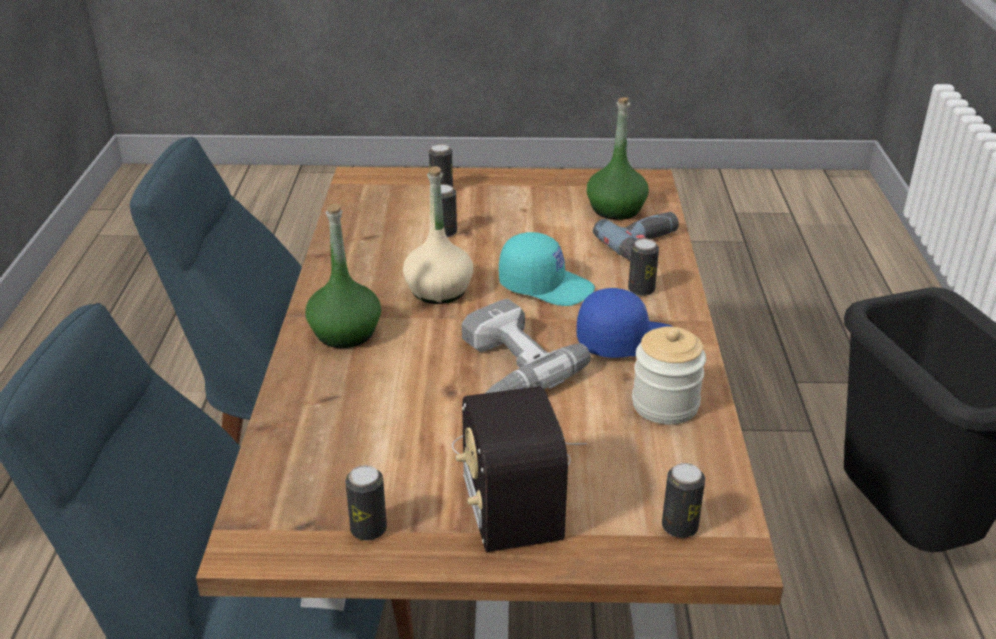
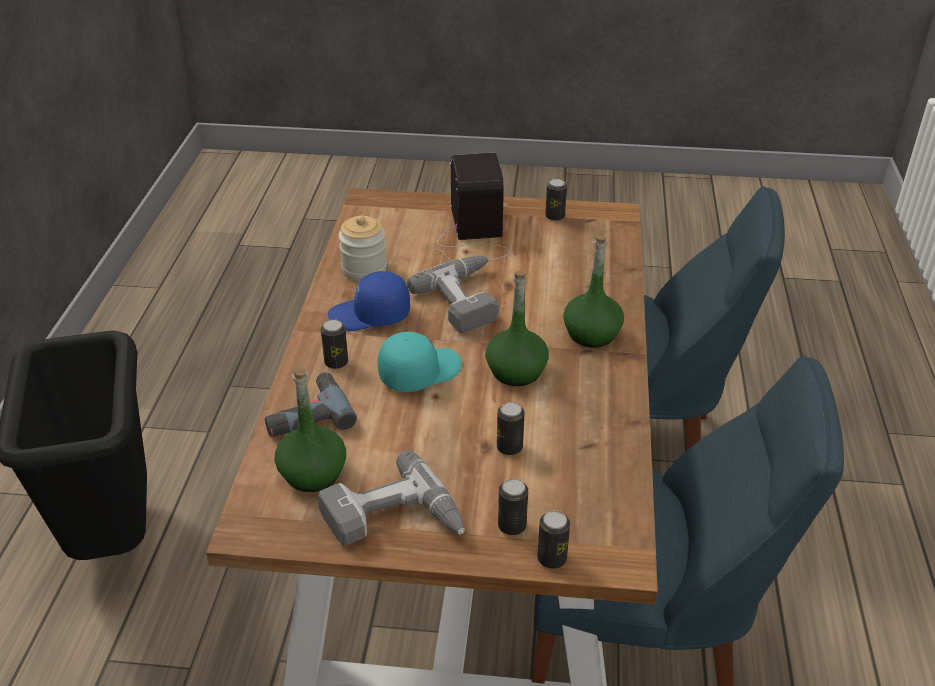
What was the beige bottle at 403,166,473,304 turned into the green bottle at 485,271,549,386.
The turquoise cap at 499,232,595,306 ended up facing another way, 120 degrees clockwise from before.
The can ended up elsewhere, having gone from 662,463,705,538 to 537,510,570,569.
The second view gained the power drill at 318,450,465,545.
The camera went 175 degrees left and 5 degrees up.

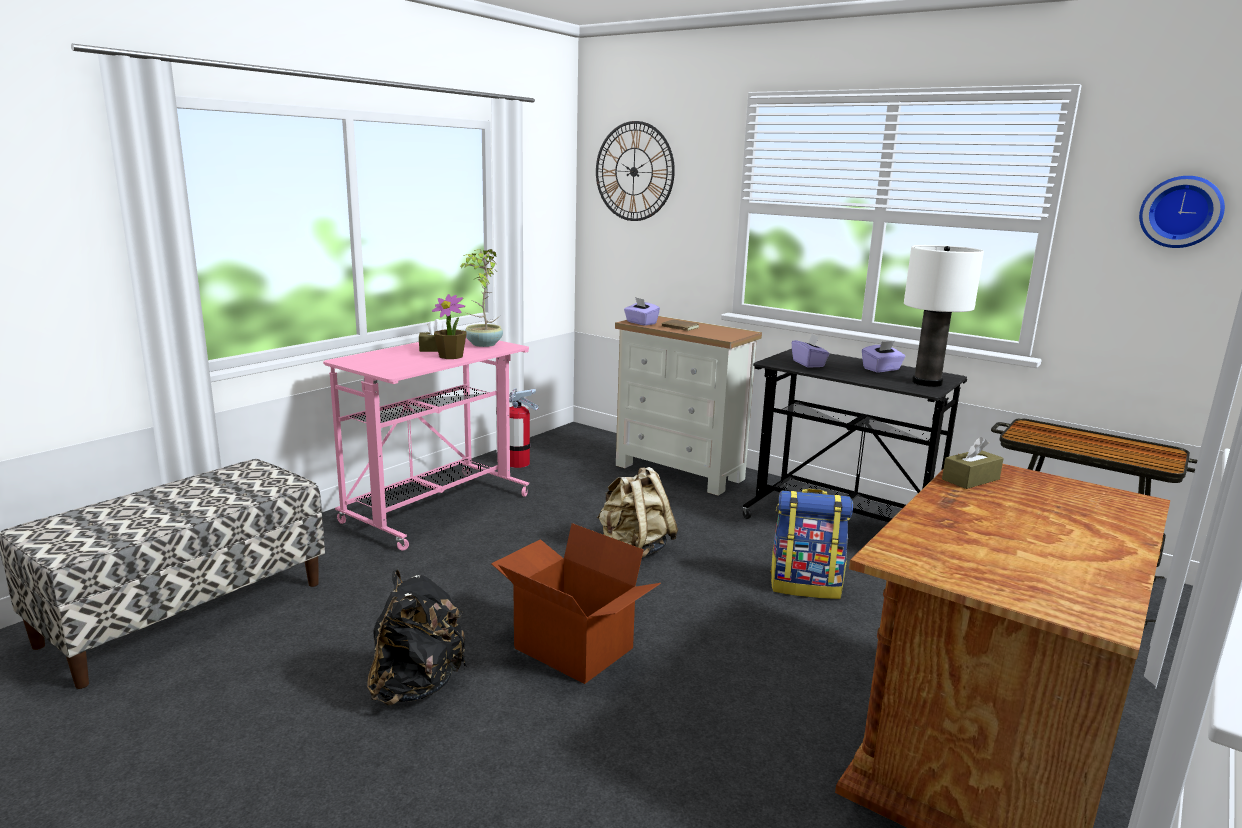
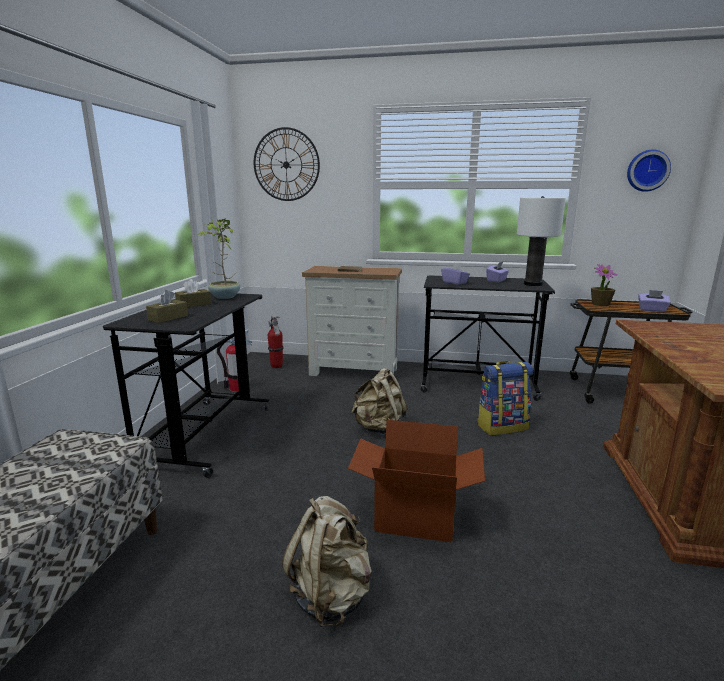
What was the pink desk at 323,338,529,550 turned into the black desk at 103,293,269,478.
What was the black backpack at 367,570,467,705 turned into the beige backpack at 282,496,372,627.
The potted plant ended up elsewhere, having gone from 432,294,467,359 to 591,264,617,306.
The purple tissue box ended up elsewhere, having gone from 624,297,660,326 to 638,290,671,312.
The brown tissue box ended up elsewhere, having gone from 942,437,1004,489 to 146,290,188,323.
The second view gained the fire extinguisher at 268,315,284,368.
The camera went 25 degrees left and 0 degrees up.

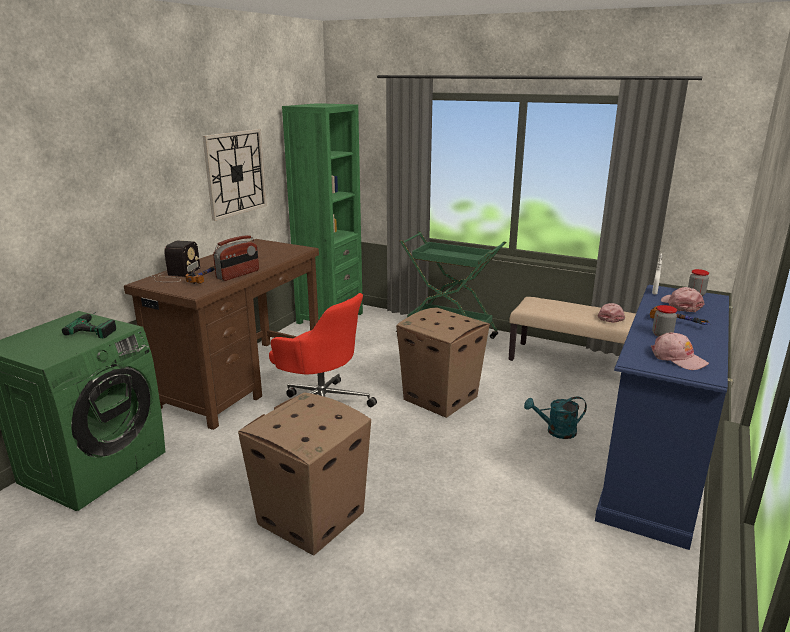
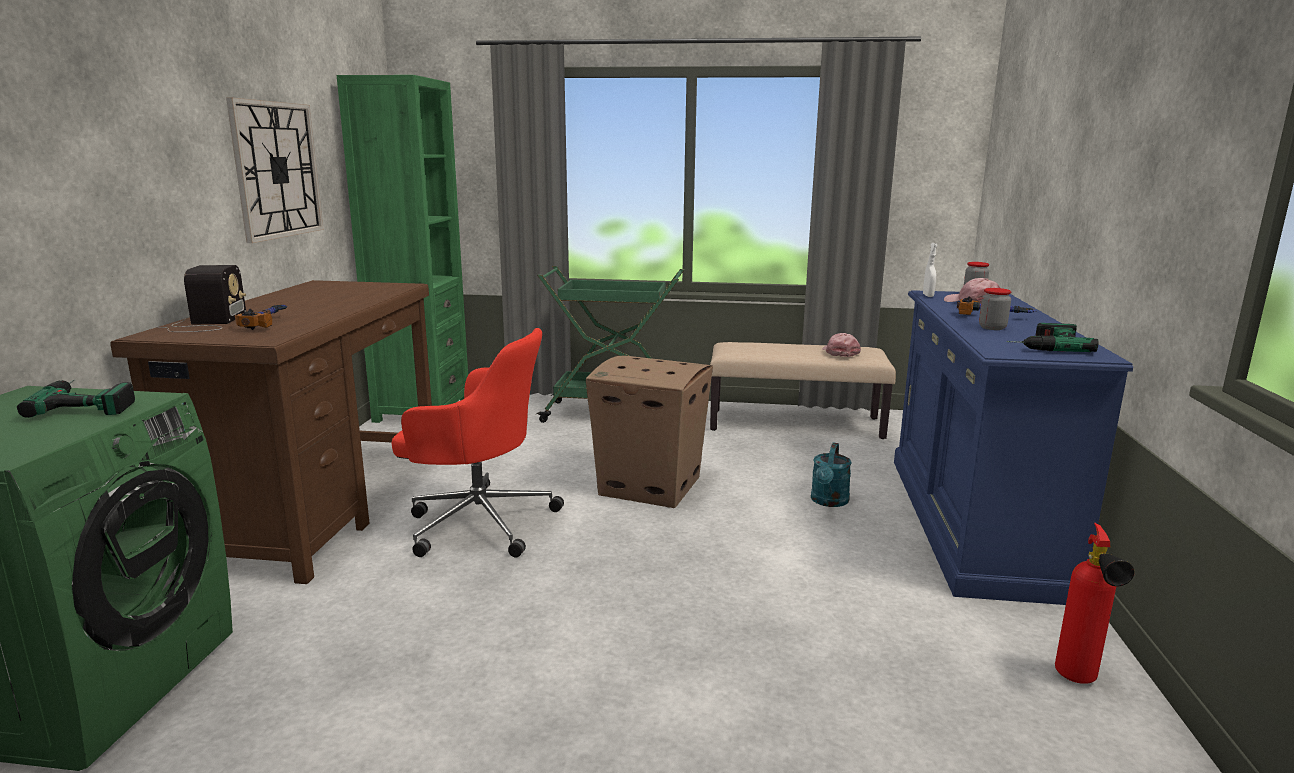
The second view lost the radio at 213,235,259,281.
The second view lost the cardboard box at 238,392,371,556.
The turquoise watering can at 524,397,587,439 ended up facing another way, 45 degrees counterclockwise from before.
Where the pink cap stood at 651,332,709,370, the power drill came to stand at 1006,323,1099,352.
The second view gained the fire extinguisher at 1055,523,1134,684.
The camera went 20 degrees left and 5 degrees down.

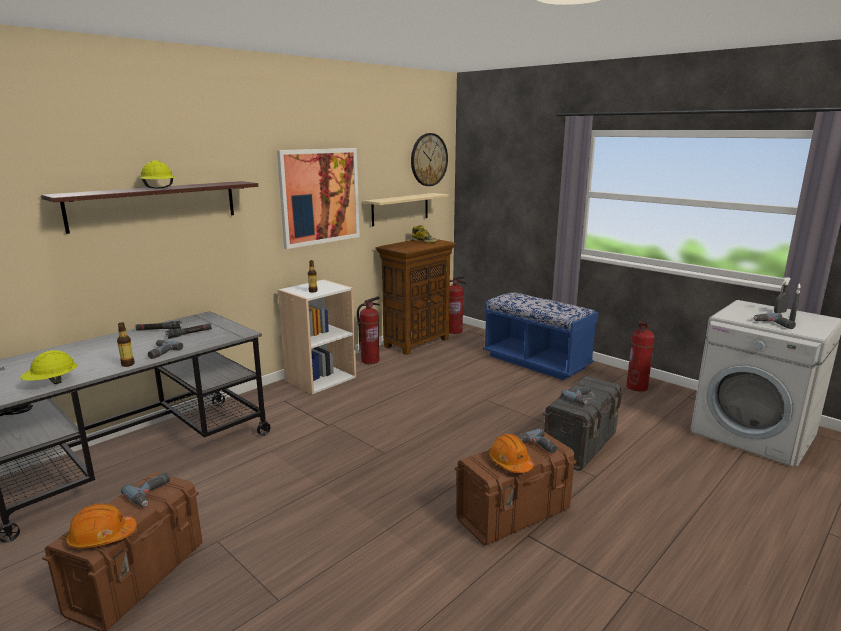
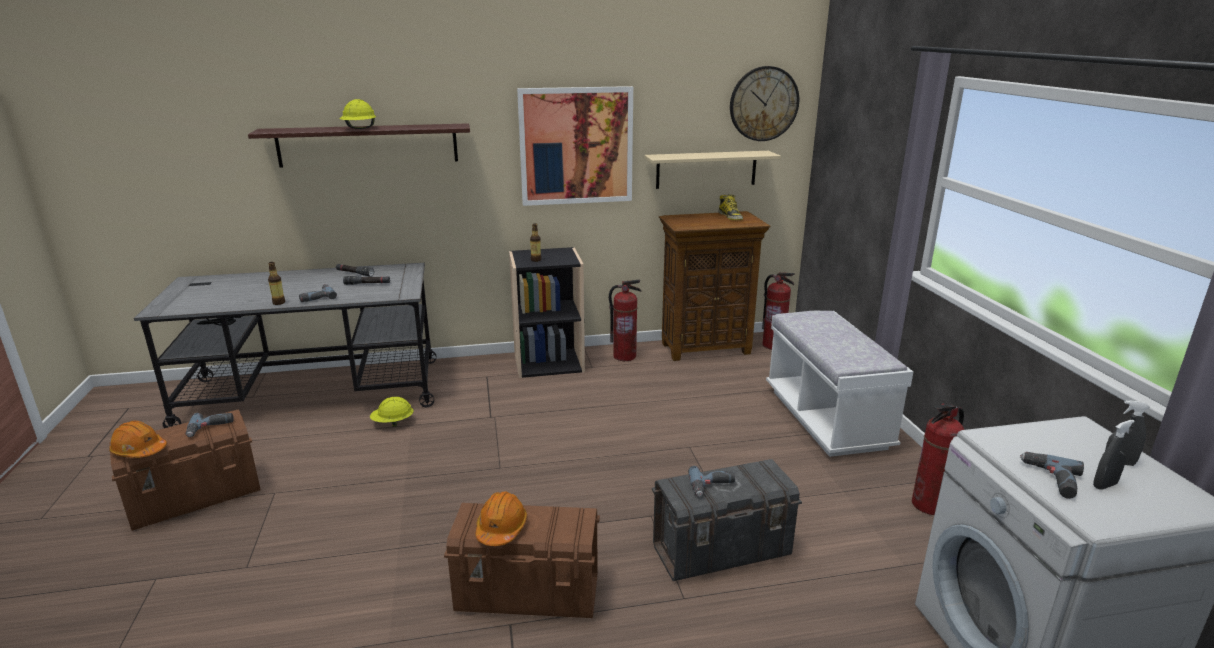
The yellow hard hat ended up elsewhere, having gone from 20,350,77,384 to 370,397,414,427.
What was the white bookcase at 278,280,356,394 turned into the black bookcase at 509,247,585,378.
What was the blue bench at 483,292,598,380 turned into the white bench at 766,311,913,457.
The second view lost the power drill at 518,428,557,453.
The camera went 35 degrees right and 5 degrees up.

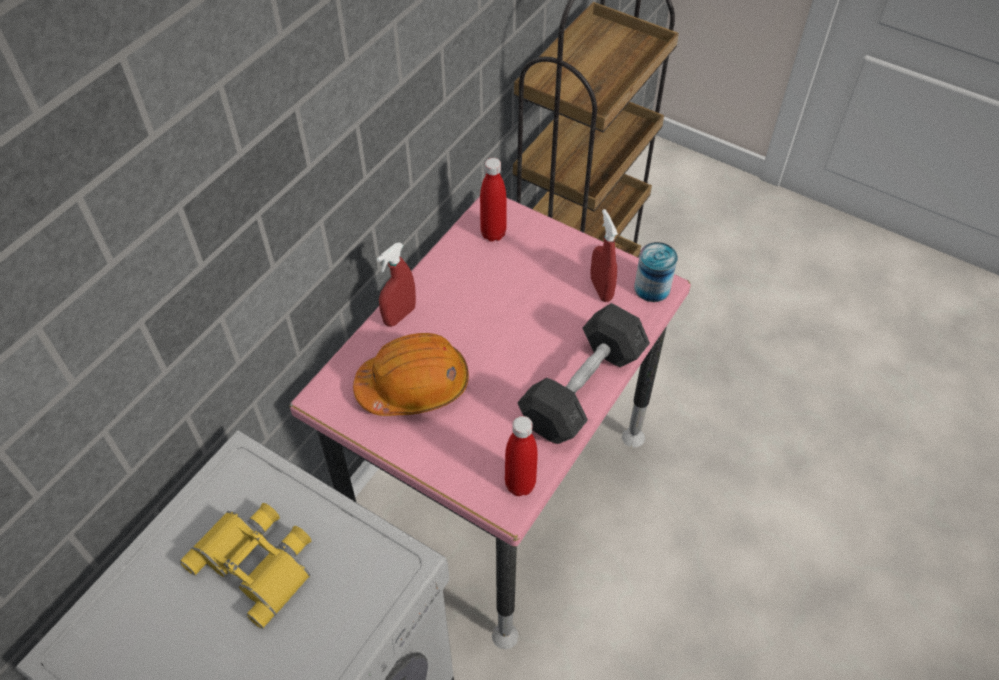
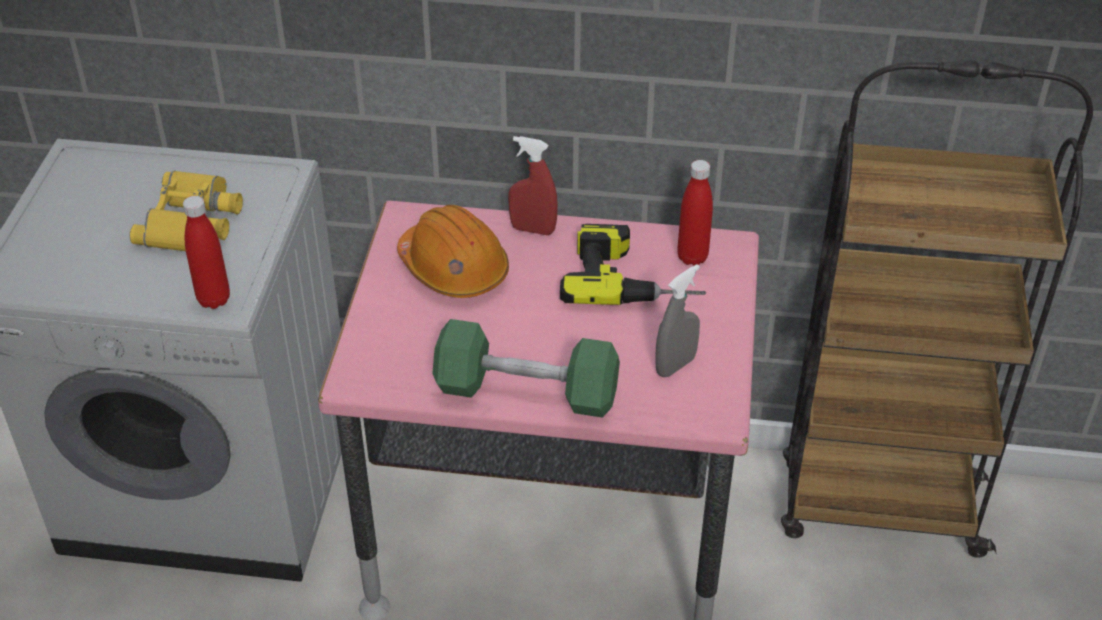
The red bottle ended up elsewhere, having gone from 505,416,538,496 to 183,196,230,309.
What was the grey dumbbell at 517,303,650,444 turned into the green dumbbell at 432,319,620,418.
What was the red spray bottle at 591,209,618,302 turned into the grey spray bottle at 655,264,700,377.
The second view lost the can at 634,242,678,302.
The second view gained the power drill at 560,224,706,305.
The camera went 65 degrees right and 10 degrees down.

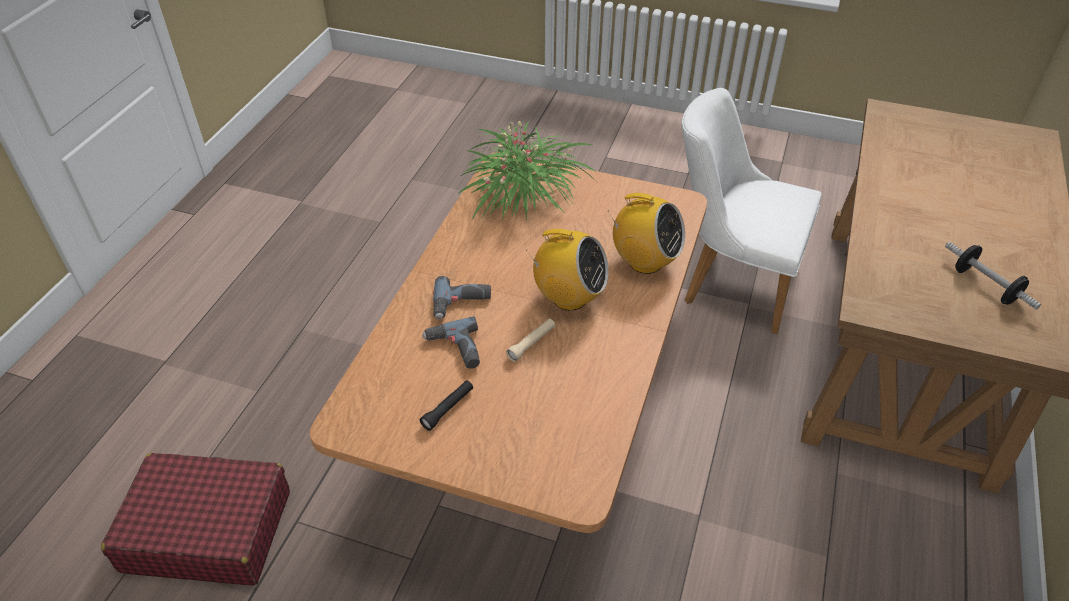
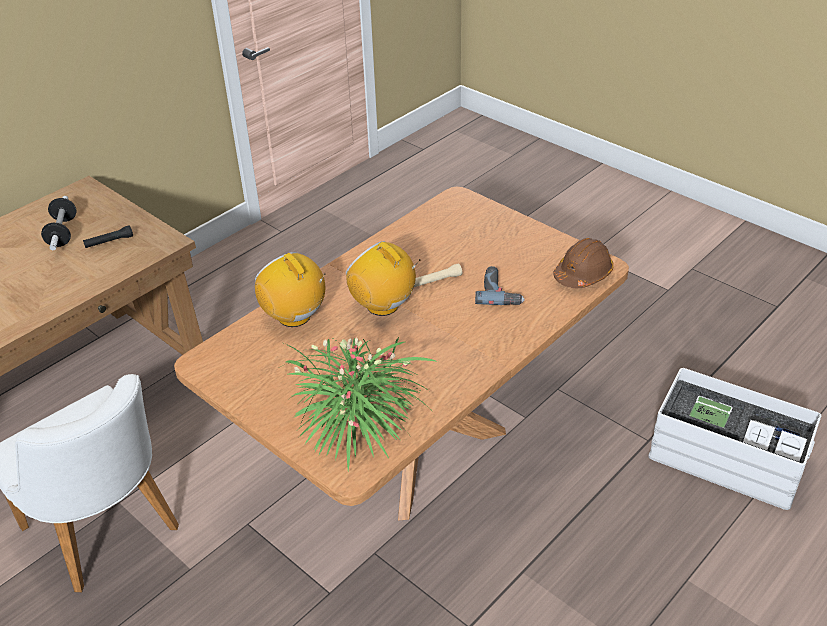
Where the red suitcase stood at 101,453,290,586, the white storage box came to stand at 648,368,821,510.
The black flashlight ended up elsewhere, having gone from 420,380,473,431 to 83,225,133,248.
The second view lost the power drill at 433,276,491,320.
The second view gained the brown hard hat at 553,238,614,288.
The camera went 155 degrees left and 5 degrees down.

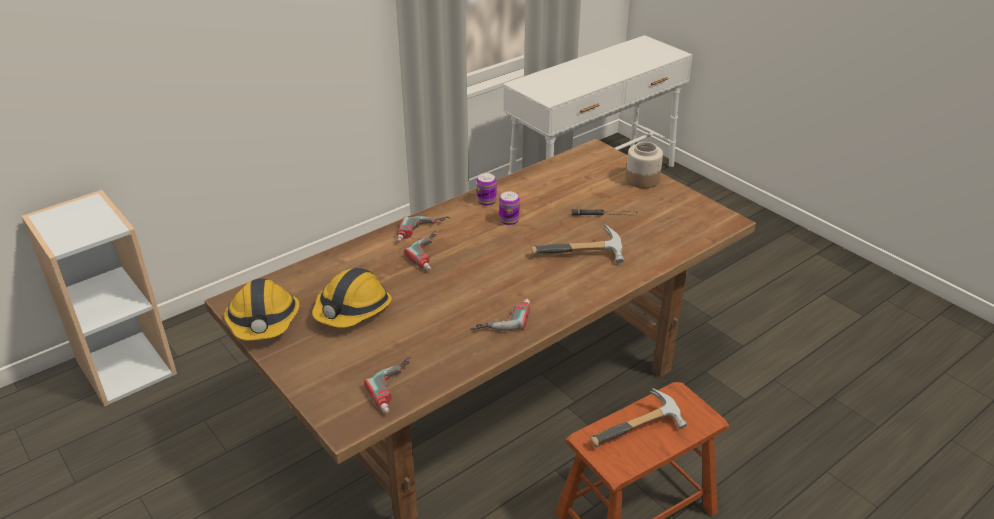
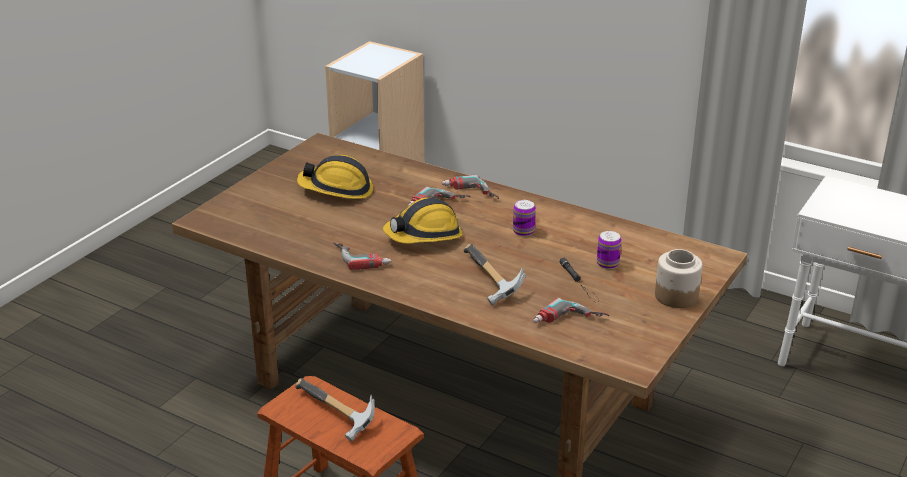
The hard hat ended up elsewhere, having gone from 224,279,300,341 to 383,198,463,244.
The power drill ended up elsewhere, having gone from 364,357,411,413 to 533,297,609,323.
The can ended up elsewhere, having gone from 477,173,496,206 to 597,231,622,269.
The camera went 70 degrees right and 5 degrees down.

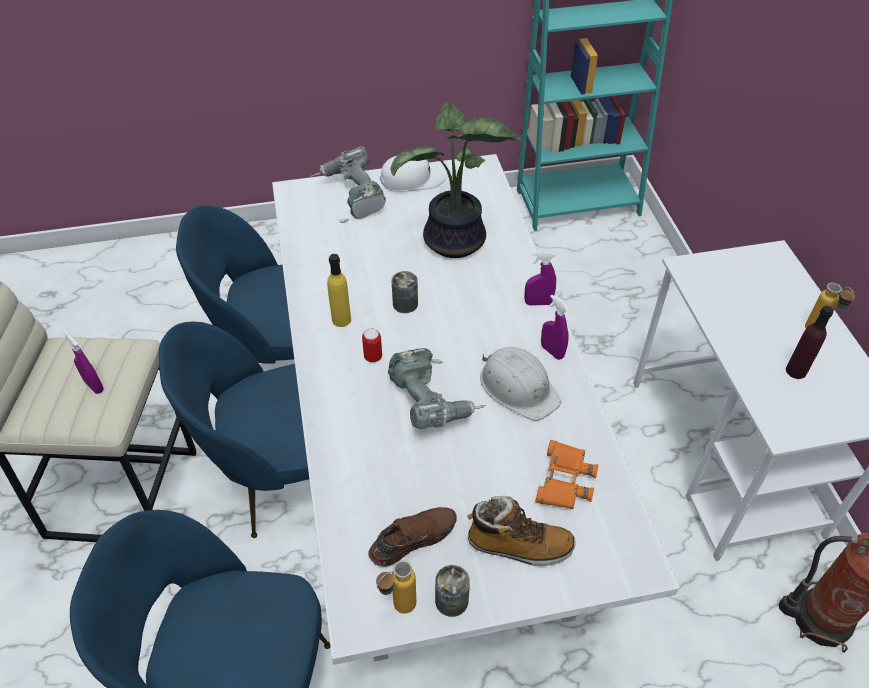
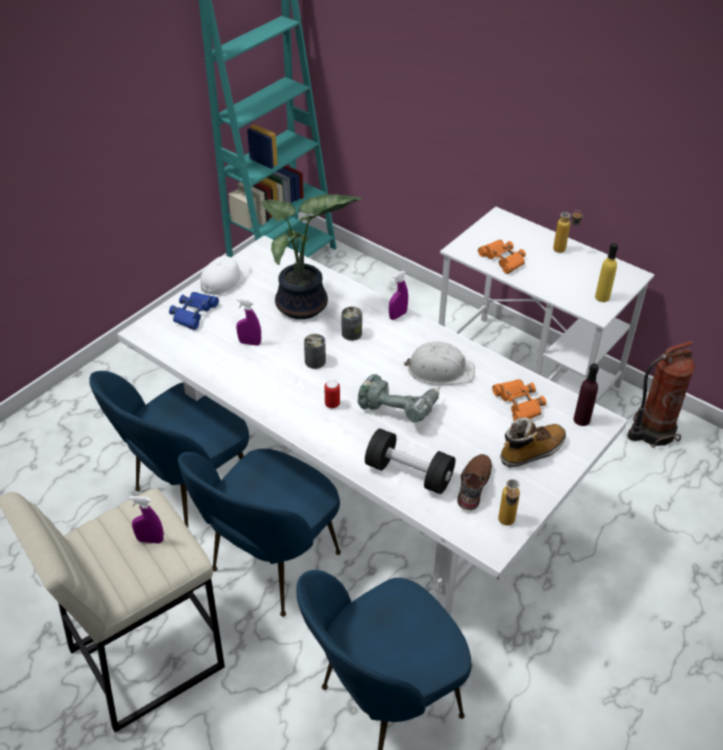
Where the power drill stood at 311,146,386,223, the blue binoculars came to stand at 169,292,219,330.
The yellow bottle ended up elsewhere, having gone from 327,254,351,327 to 595,243,618,302.
The can ended up elsewhere, having gone from 435,565,470,617 to 342,306,362,341.
The purple spray bottle ended up elsewhere, having gone from 541,295,569,360 to 236,298,261,346.
The purple bottle ended up elsewhere, having gone from 786,306,833,379 to 574,363,599,426.
The second view gained the black dumbbell at 365,428,455,494.
The second view gained the orange binoculars at 478,240,526,274.
The camera went 40 degrees left and 5 degrees down.

